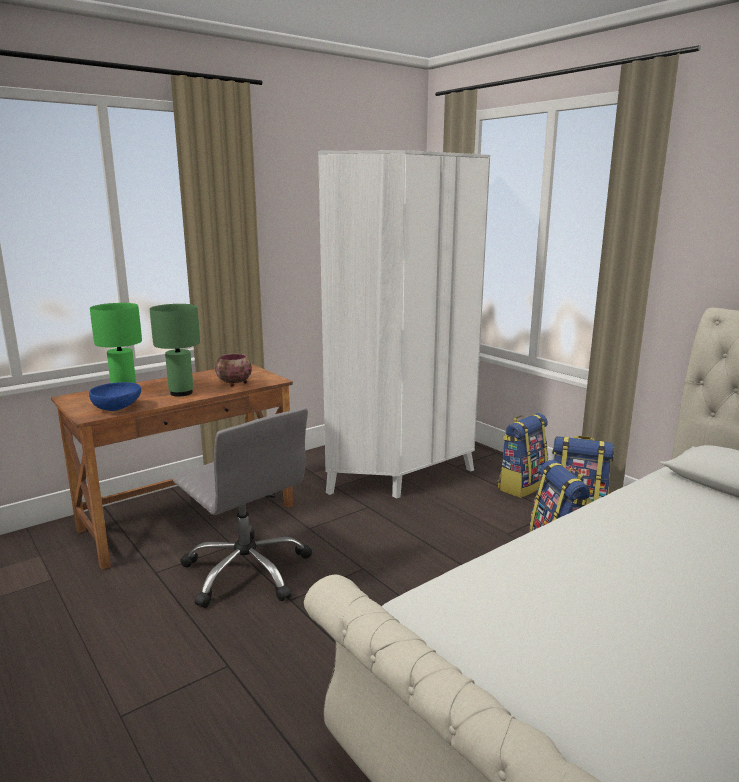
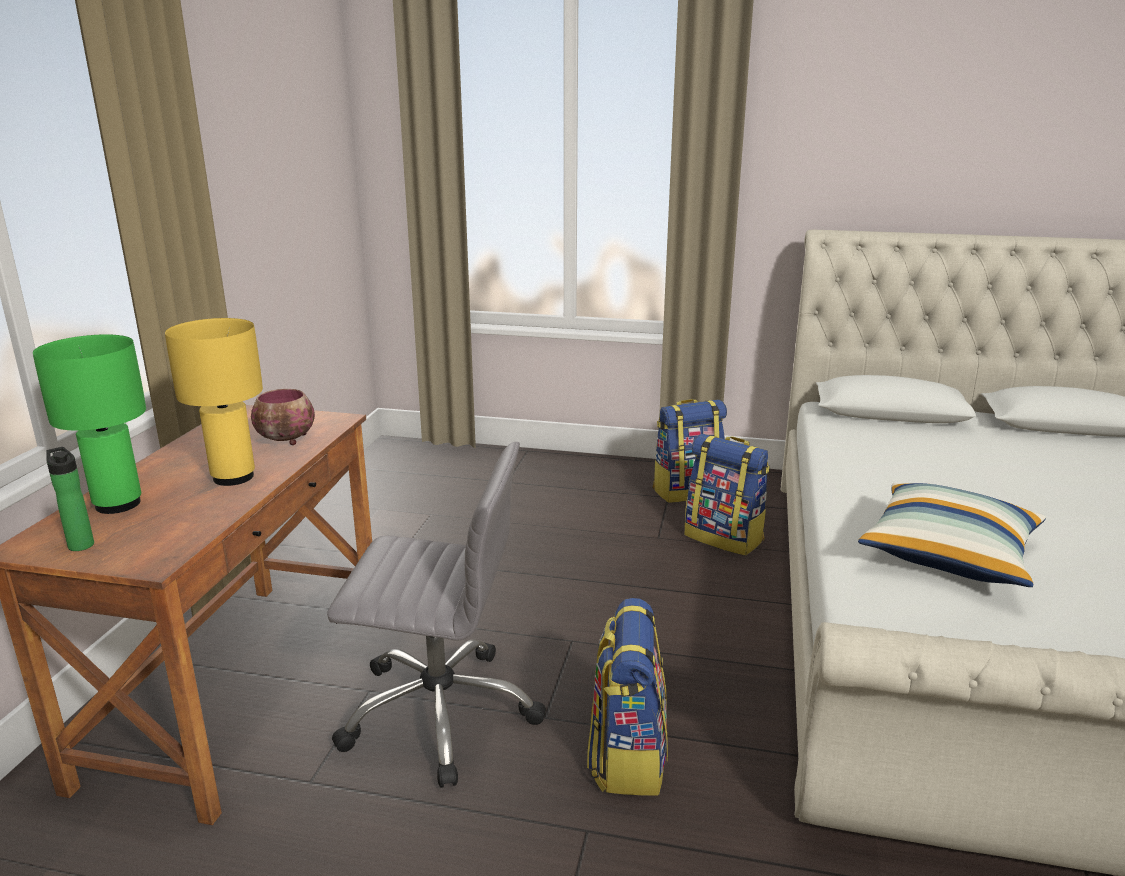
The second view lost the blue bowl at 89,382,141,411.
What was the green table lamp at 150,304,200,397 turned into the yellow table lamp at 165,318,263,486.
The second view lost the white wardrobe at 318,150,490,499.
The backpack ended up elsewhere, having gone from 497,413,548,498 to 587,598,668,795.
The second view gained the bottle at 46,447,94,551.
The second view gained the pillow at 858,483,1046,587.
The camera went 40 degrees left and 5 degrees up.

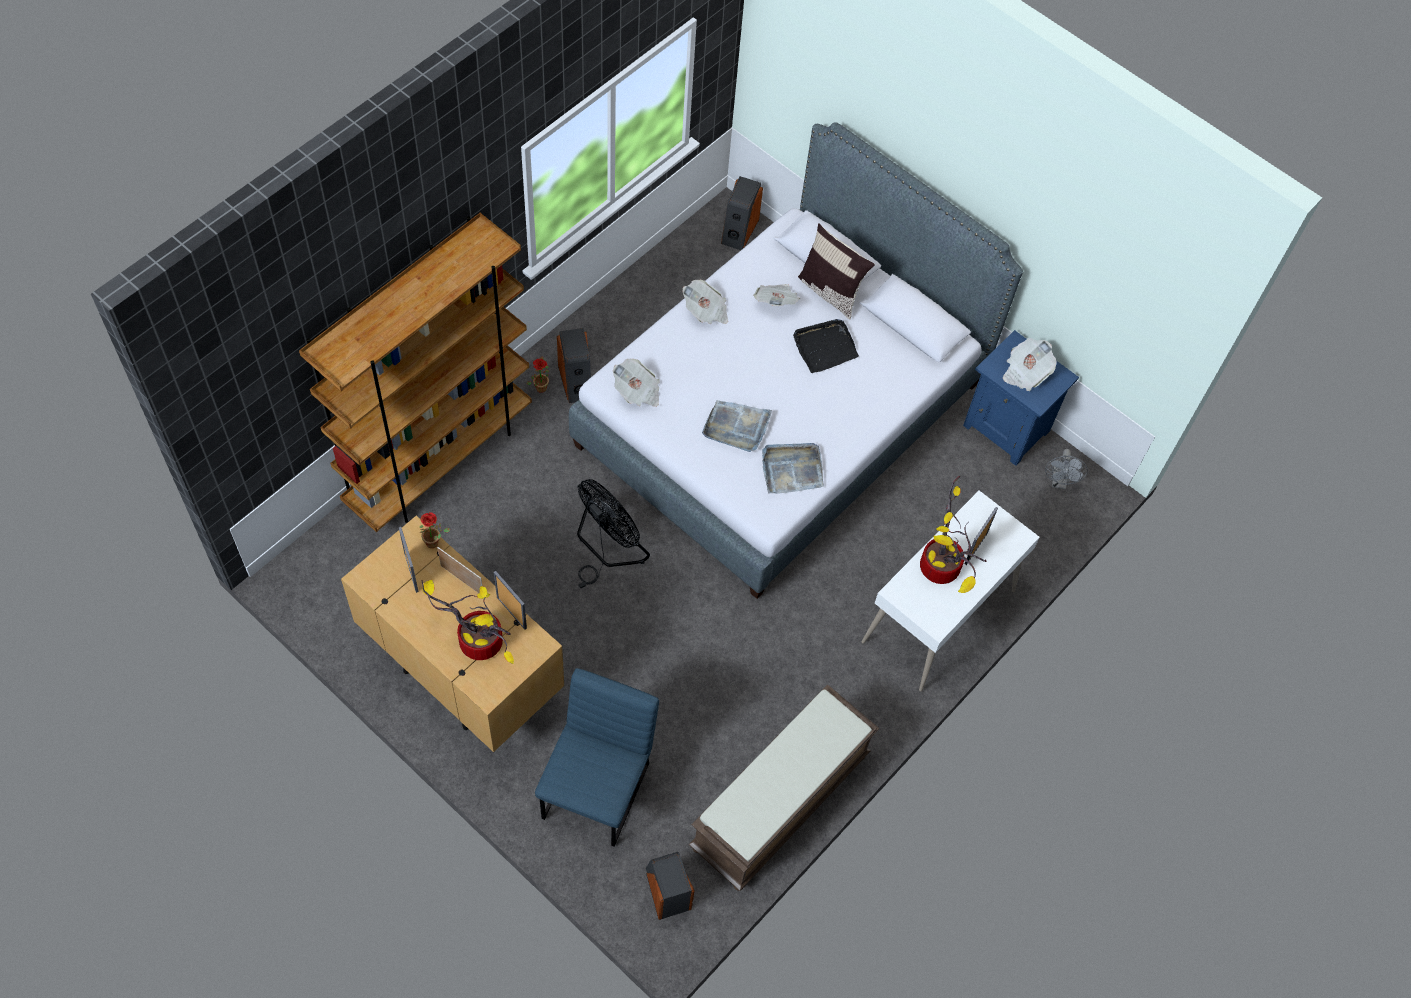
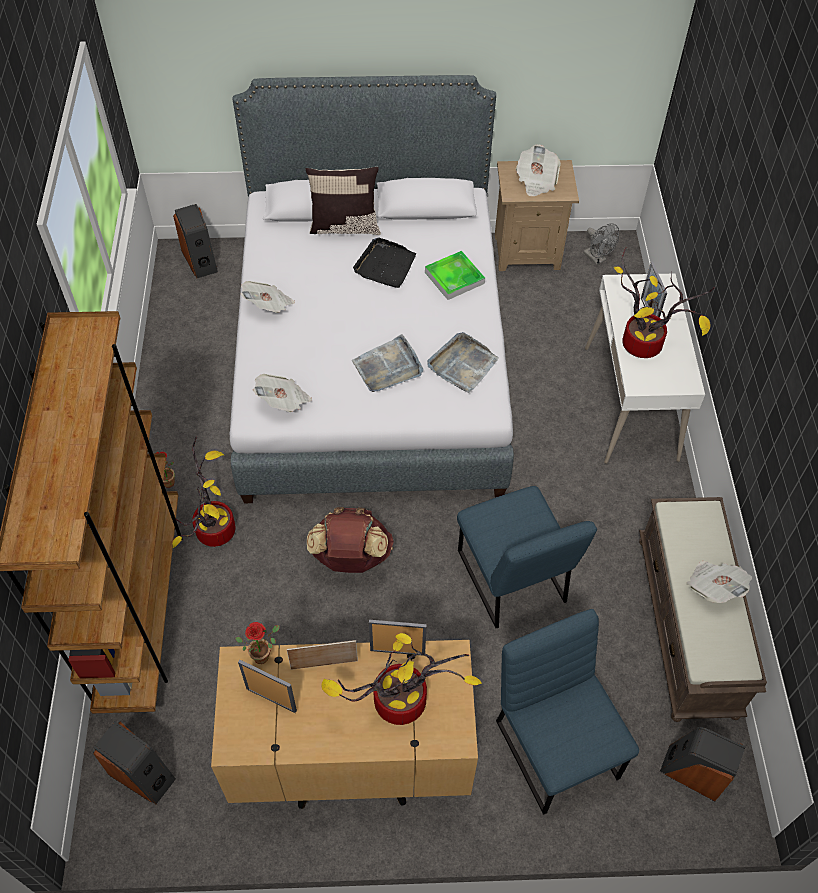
The speaker ended up elsewhere, having gone from 557,328,591,403 to 93,721,176,804.
Where the black fan stood at 577,479,650,588, the brown backpack came to stand at 307,507,394,573.
The newspaper ended up elsewhere, having gone from 754,284,800,306 to 686,561,752,603.
What was the blue nightstand at 963,330,1079,466 turned into the beige nightstand at 495,160,579,271.
The second view gained the potted plant at 172,437,236,548.
The second view gained the tray at 425,251,485,300.
The second view gained the blue chair at 457,486,597,628.
The camera went 40 degrees left and 5 degrees down.

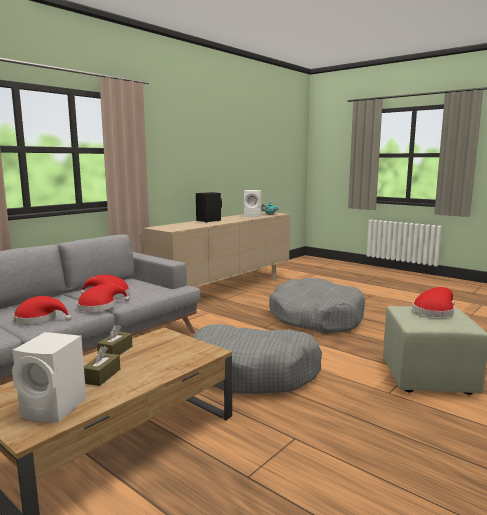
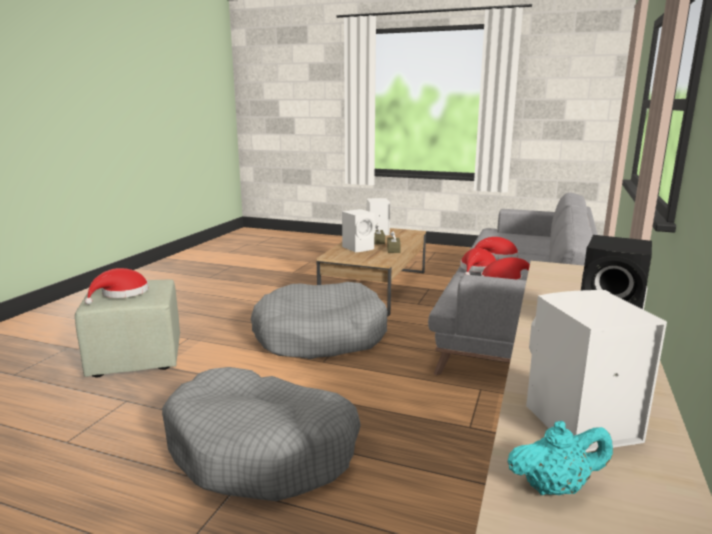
The second view gained the white speaker at 342,209,376,252.
The camera went 160 degrees right and 5 degrees up.

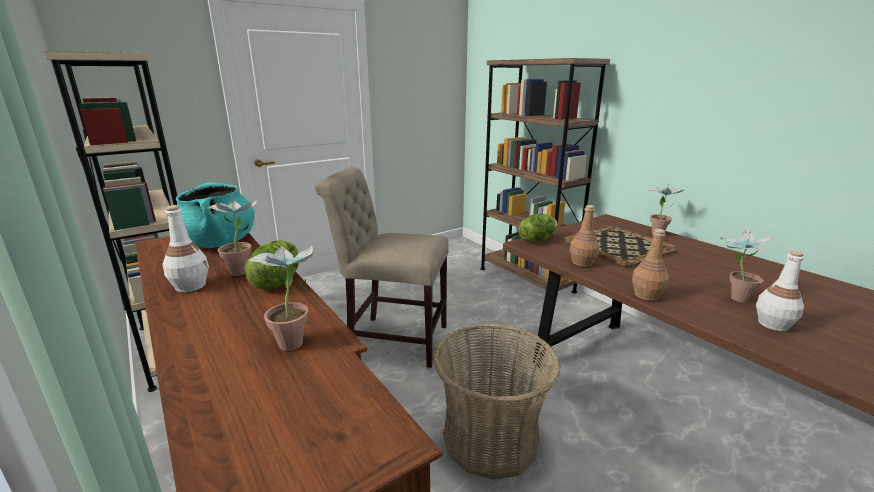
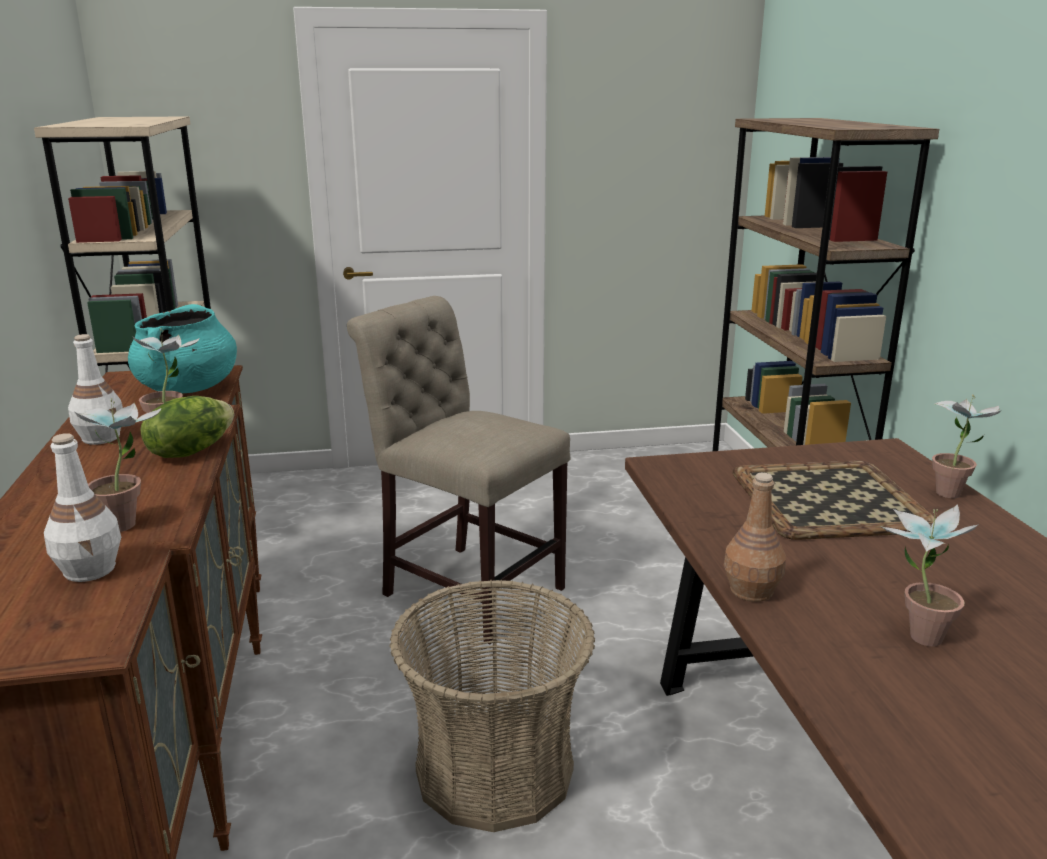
The second view lost the lettuce at 518,214,558,242.
The second view lost the brown bottle at 570,205,600,267.
The white bottle ended up elsewhere, having gone from 756,250,804,331 to 44,433,121,582.
The camera went 25 degrees right and 0 degrees up.

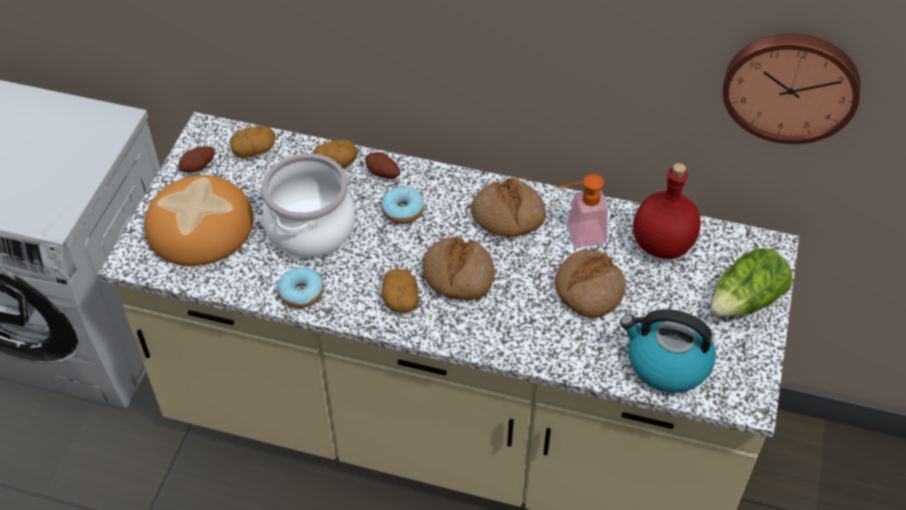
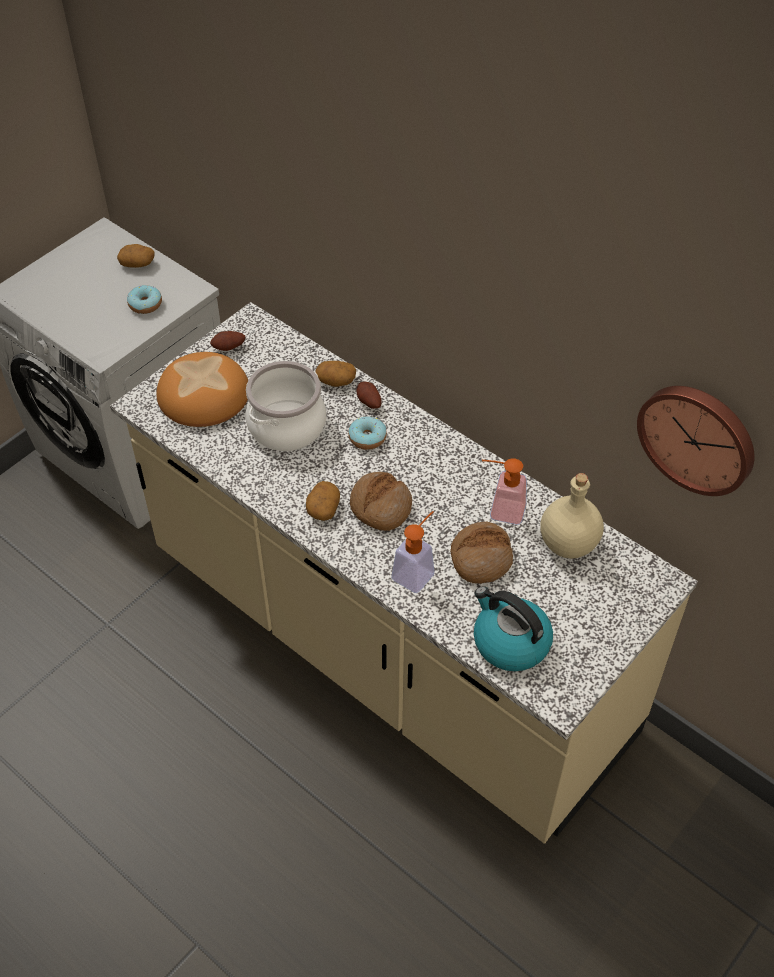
The potato ended up elsewhere, having gone from 230,127,275,158 to 117,244,155,268.
The donut ended up elsewhere, having gone from 278,267,324,308 to 127,285,162,314.
The second view lost the bread at 471,178,546,237.
What was the red bottle at 633,163,701,259 turned into the beige bottle at 540,473,604,559.
The second view lost the lettuce at 710,248,792,317.
The second view gained the soap dispenser at 391,511,435,593.
The camera went 25 degrees right and 0 degrees up.

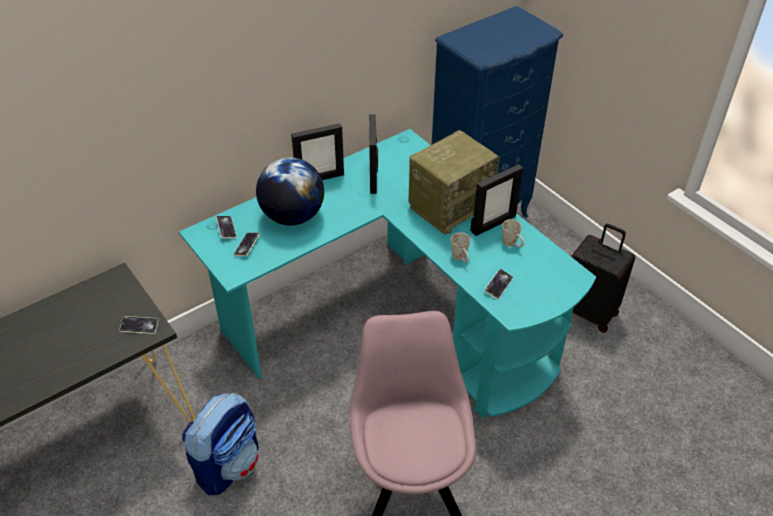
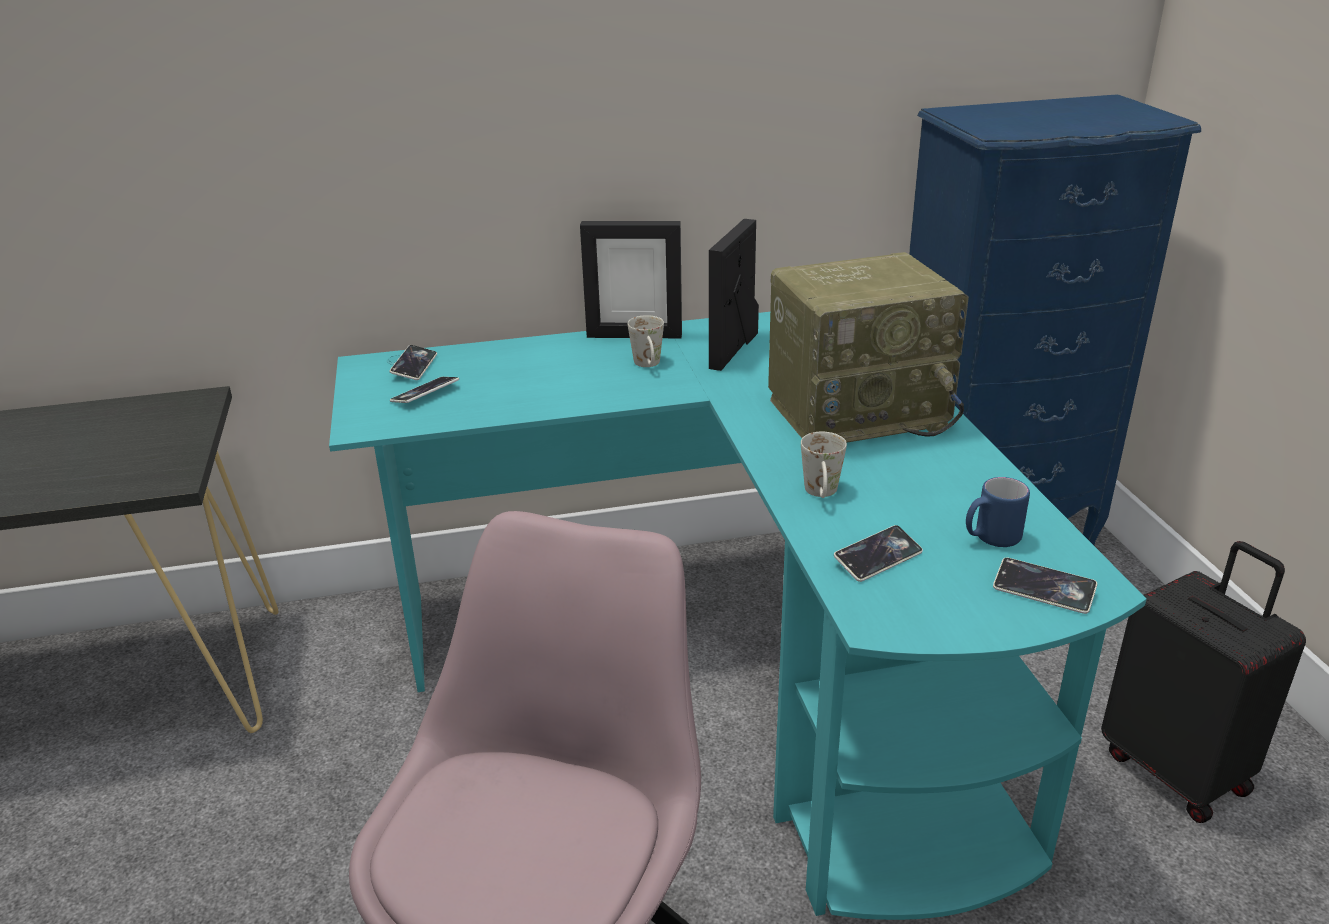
The phone ended up elsewhere, having gone from 119,316,159,334 to 993,557,1097,614.
The second view lost the backpack at 182,393,259,495.
The second view lost the globe at 256,157,324,225.
The second view lost the picture frame at 470,164,523,236.
The white mug ended up elsewhere, having gone from 502,219,524,247 to 628,315,664,367.
The second view gained the blue mug at 966,477,1030,547.
The camera went 25 degrees right and 15 degrees down.

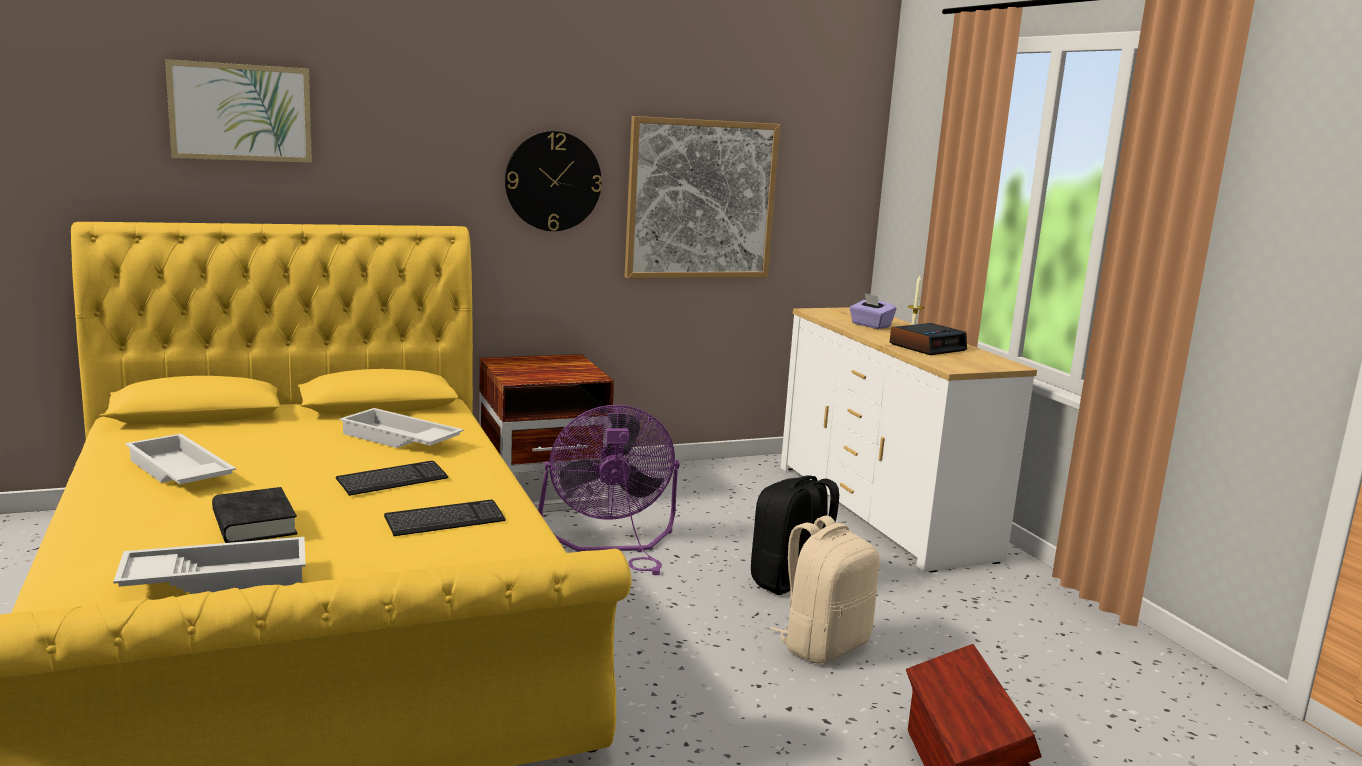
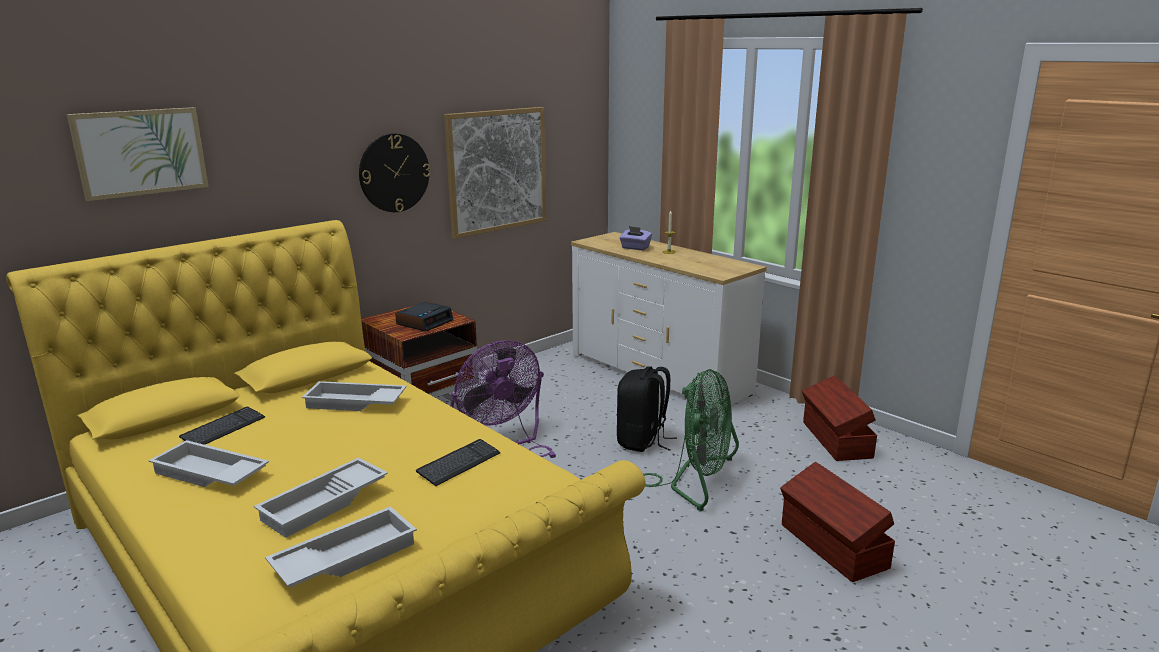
Where the black book stood at 212,487,297,543, the white tray came to stand at 254,457,388,538.
The keyboard ended up elsewhere, having gone from 336,461,449,496 to 179,407,265,445.
Where the beige backpack stood at 770,516,880,663, the green fan came to stand at 643,369,739,512.
The alarm clock ended up elsewhere, having gone from 890,323,967,355 to 395,302,453,332.
The second view gained the brown storage box at 802,375,877,461.
The camera went 20 degrees left and 5 degrees up.

